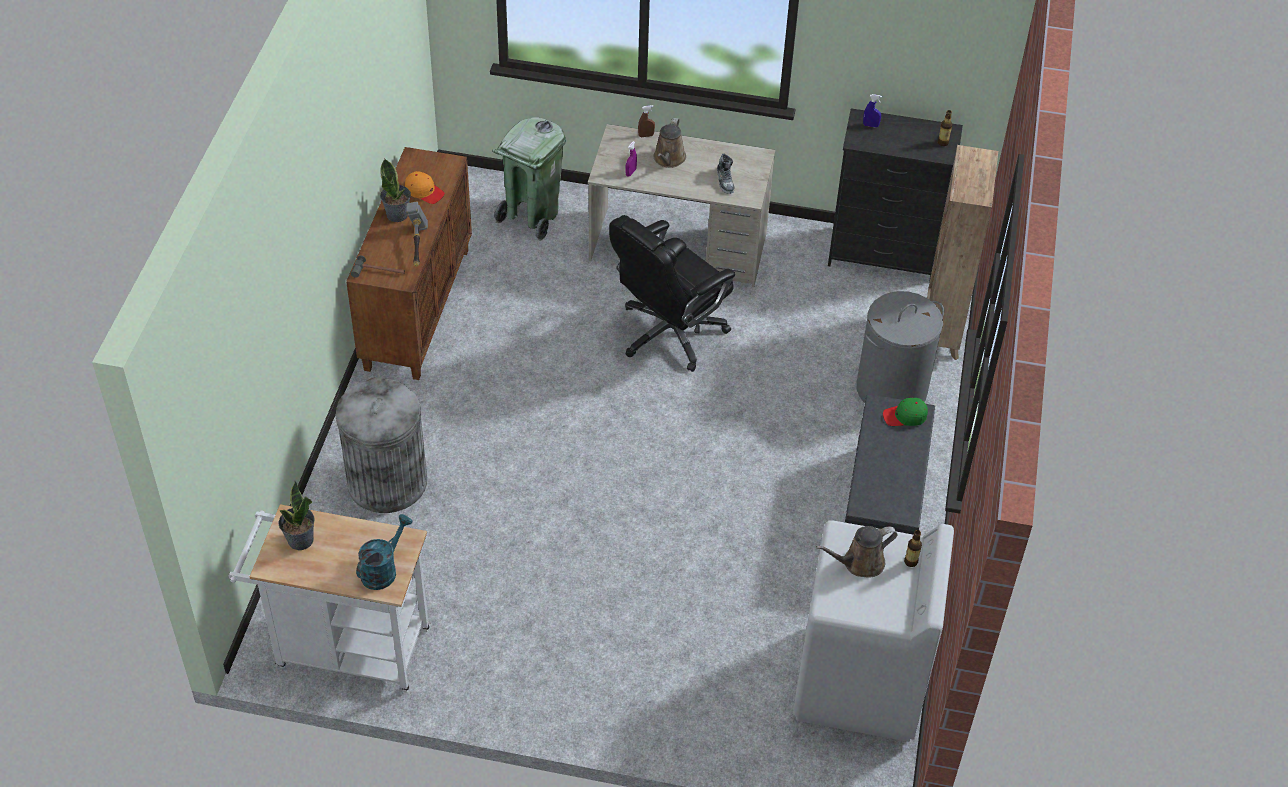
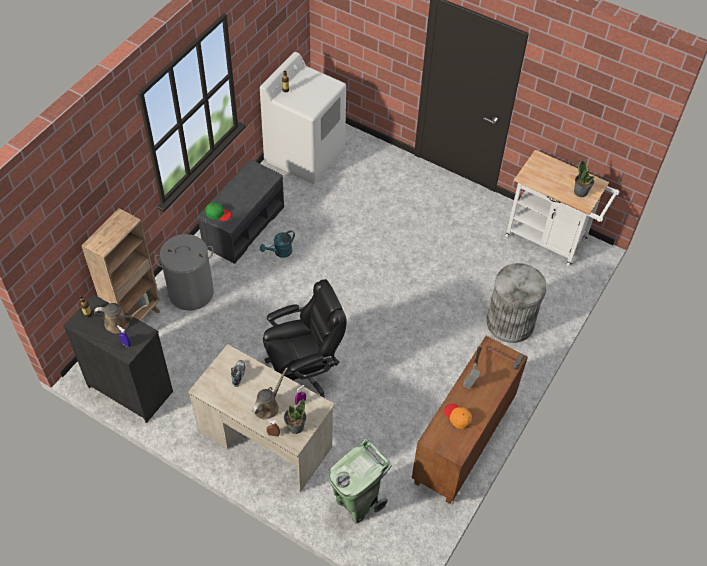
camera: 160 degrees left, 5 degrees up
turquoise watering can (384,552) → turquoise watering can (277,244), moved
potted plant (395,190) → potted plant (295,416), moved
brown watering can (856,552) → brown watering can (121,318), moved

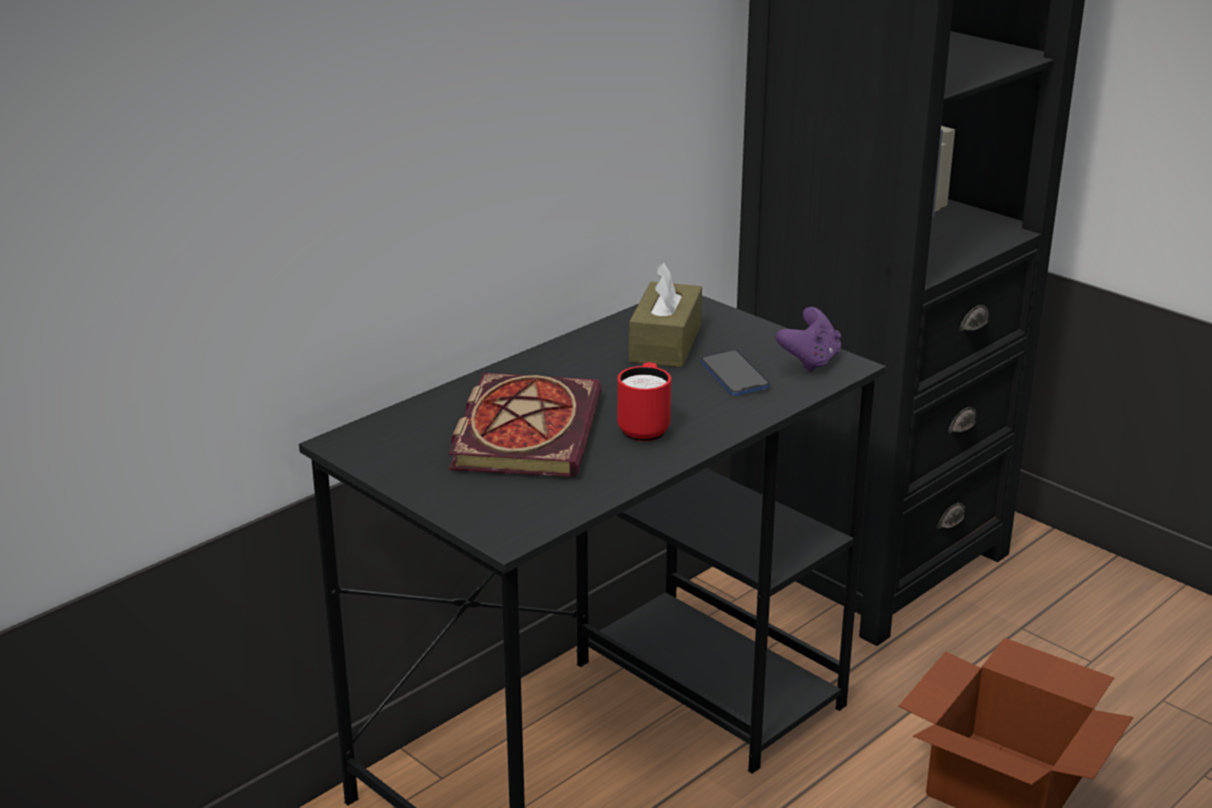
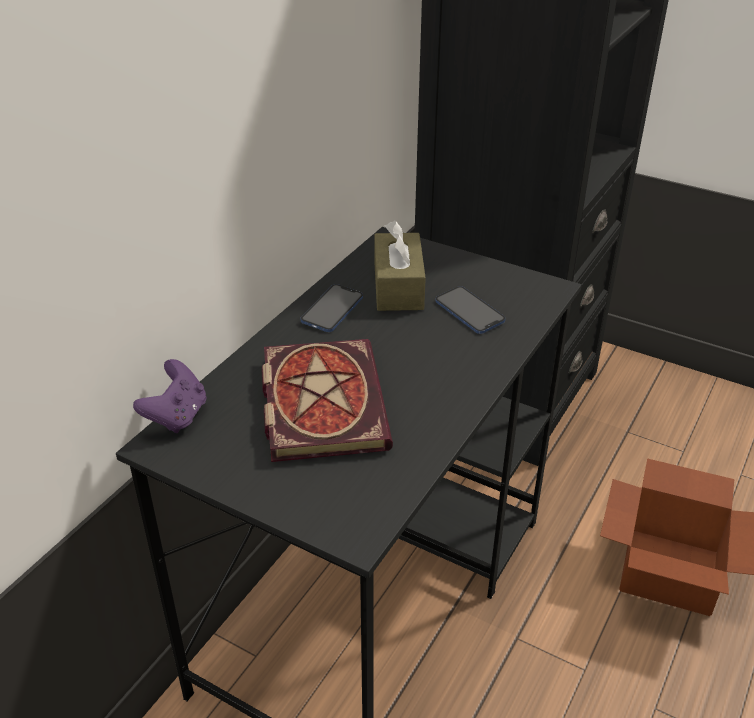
camera: 15 degrees left, 10 degrees up
red-coloured coffee mug (644,402) → -
- → handset (332,308)
purple-coloured joypad (808,339) → purple-coloured joypad (169,396), moved

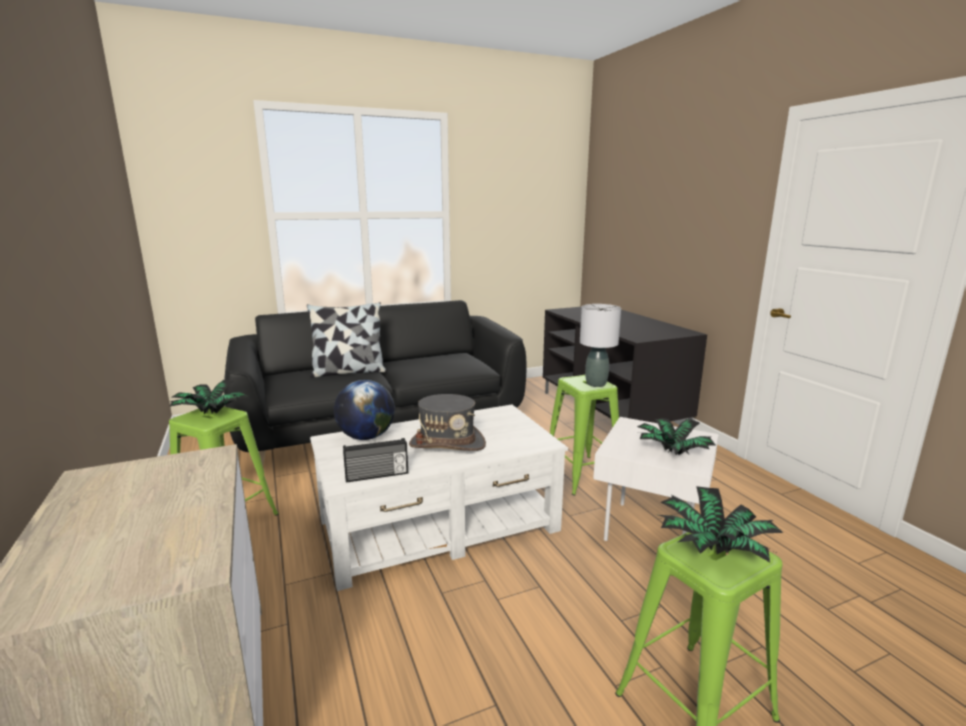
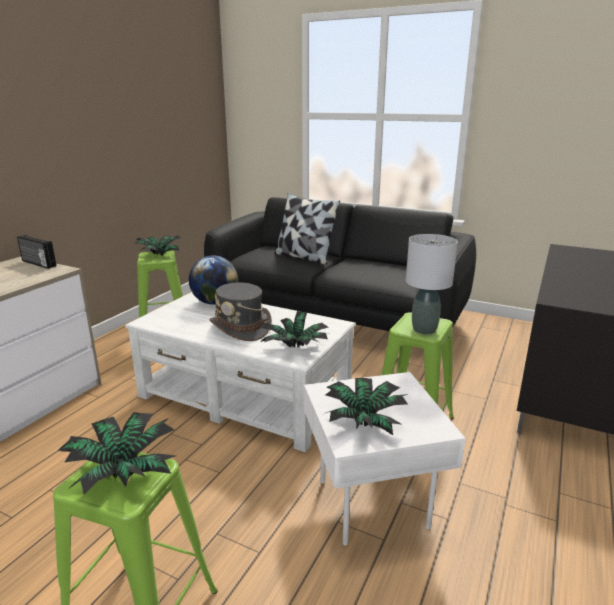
camera: 50 degrees right, 5 degrees up
- → potted plant (295,329)
radio set (375,460) → radio set (36,252), moved

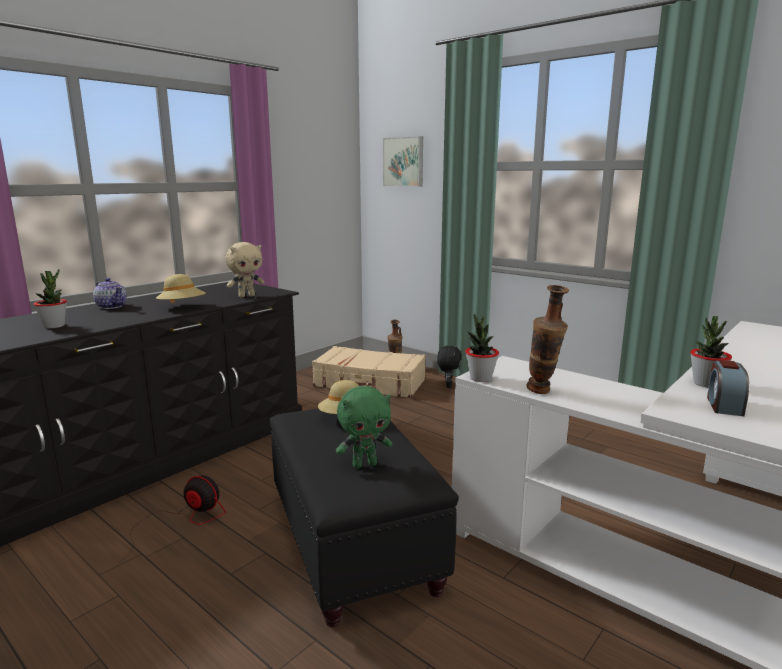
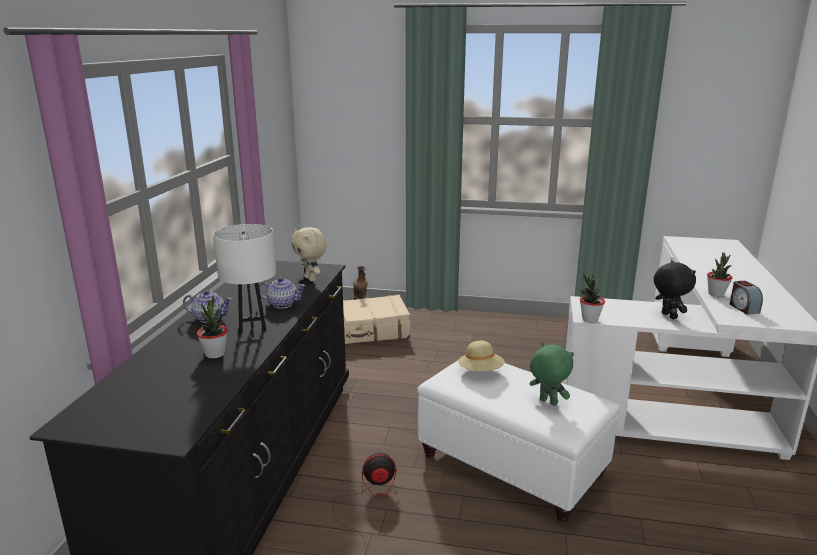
camera: 30 degrees left, 5 degrees up
wall picture (403,161) → -
vase (548,339) → -
- → white-coloured tabletop lamp (244,281)
black cuddly toy (449,367) → black cuddly toy (675,290), moved
sand-coloured wearable hat (181,288) → teapot (282,293)
black footrest (364,517) → white-coloured footrest (518,442)
sand-coloured cuddly toy (244,269) → sand-coloured cuddly toy (309,254), 120 degrees clockwise
green cuddly toy (364,427) → green cuddly toy (551,374), 90 degrees counterclockwise

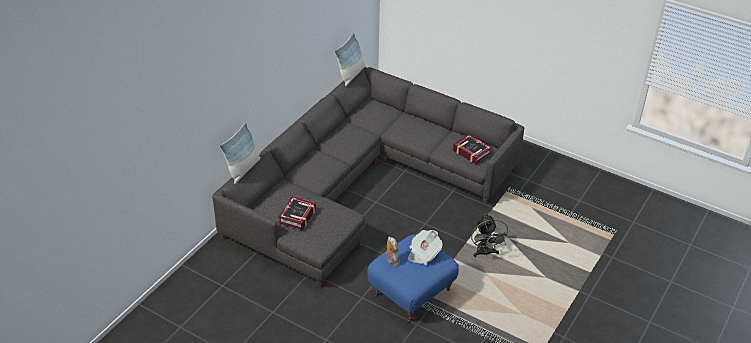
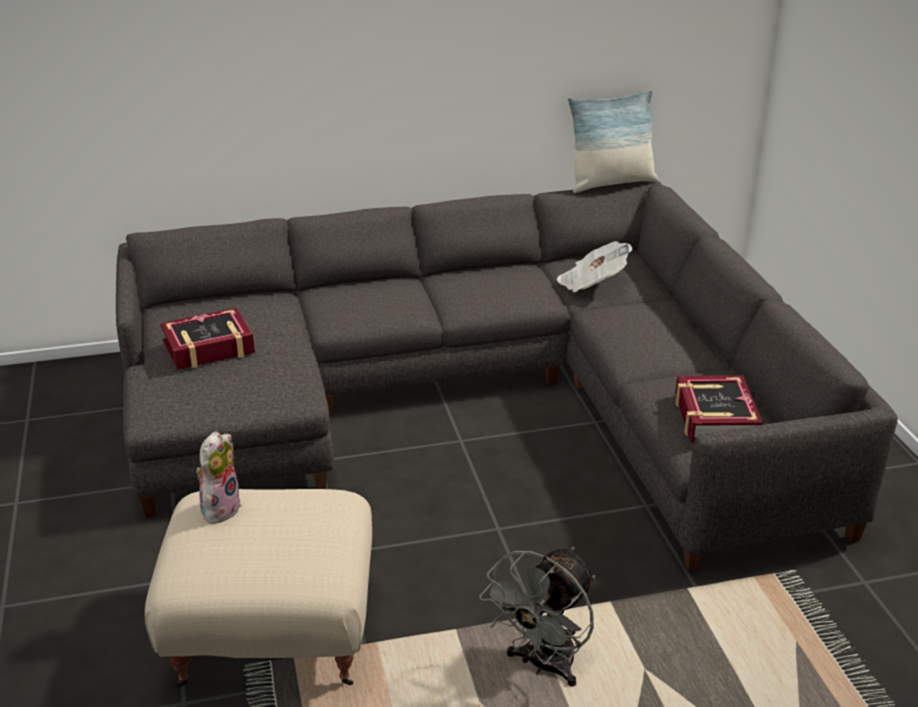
camera: 45 degrees right, 10 degrees down
pillow (240,153) → -
daily paper (425,247) → daily paper (595,267), moved
blue footrest (413,278) → sand-coloured footrest (258,588)

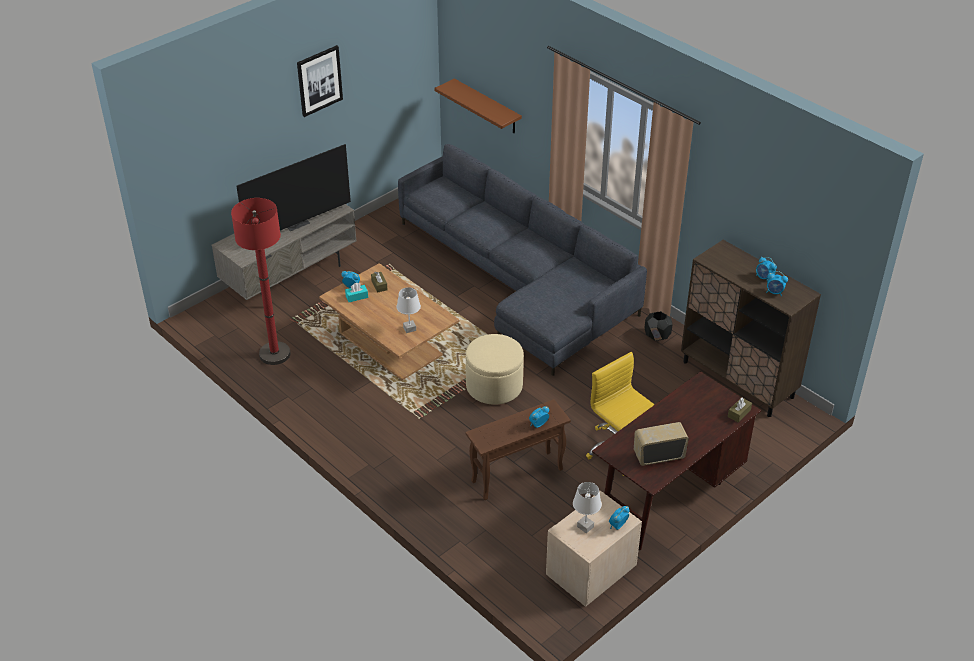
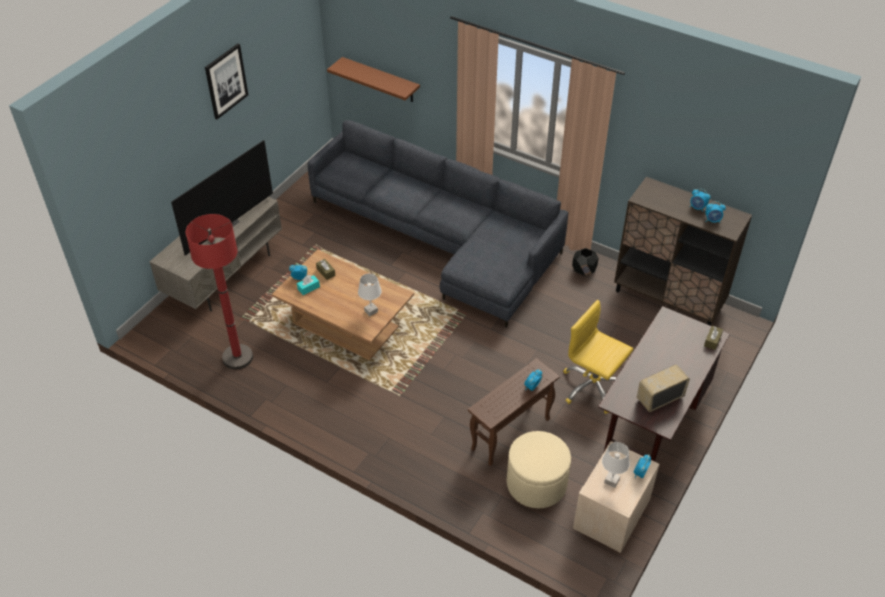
camera: 15 degrees left, 5 degrees up
sand-coloured footrest (495,369) → sand-coloured footrest (539,469), moved

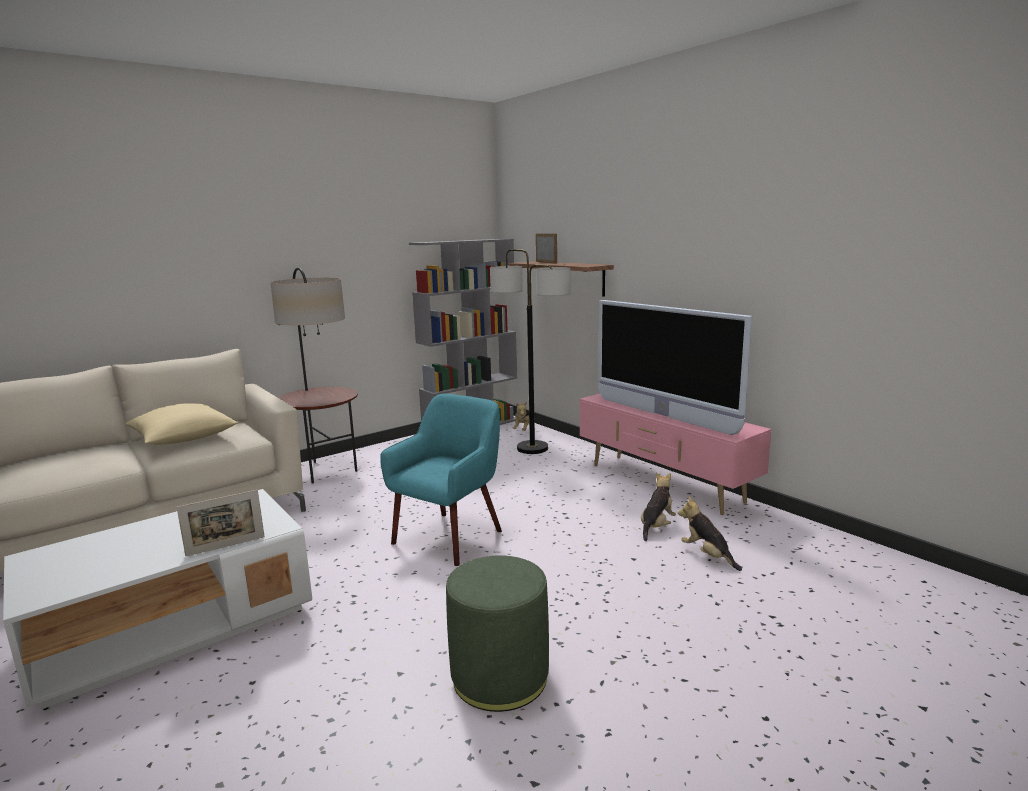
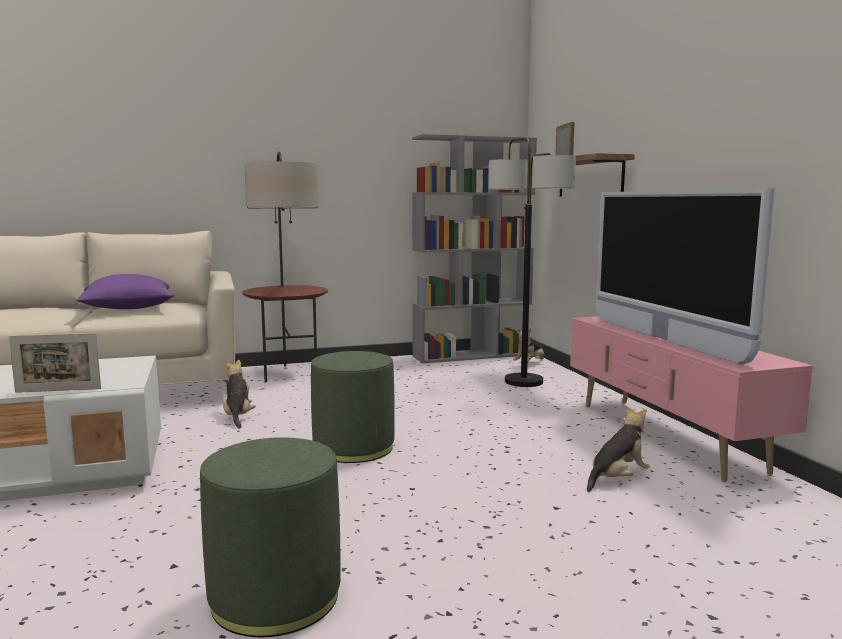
camera: 20 degrees right, 5 degrees down
cuddly toy (710,533) → cuddly toy (239,394), moved
turquoise easy chair (441,480) → green footrest (353,407)
sand-coloured pillow (181,424) → purple-coloured pillow (125,291)

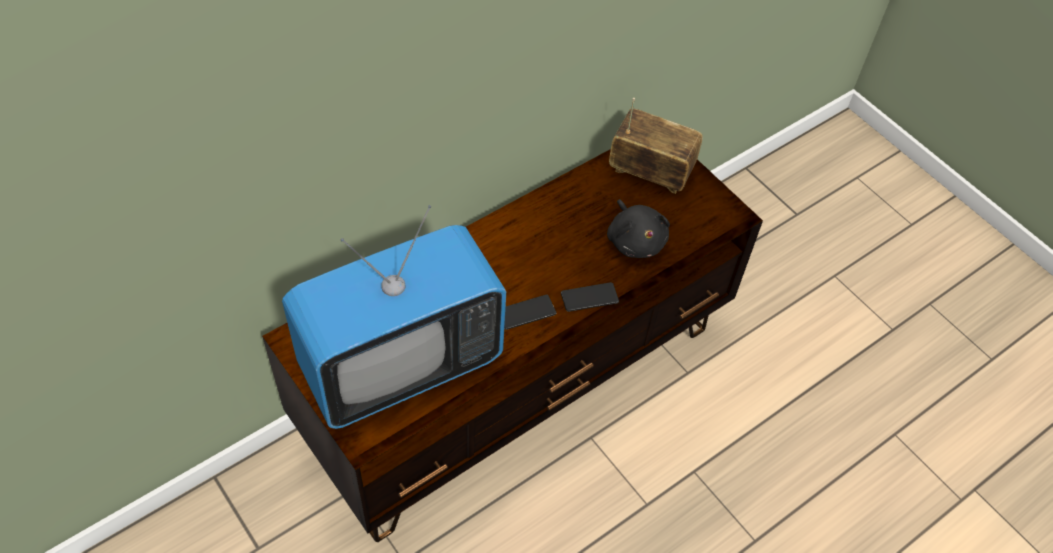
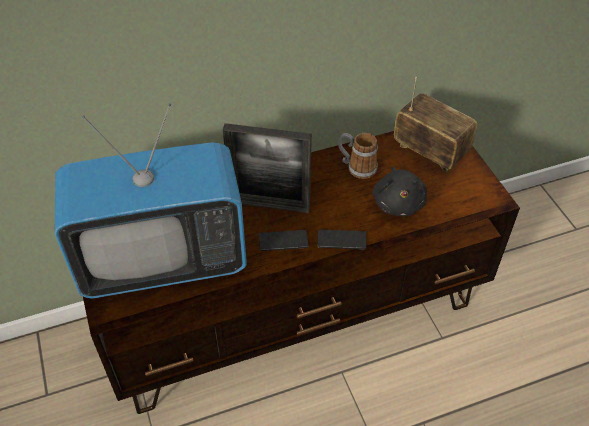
camera: 20 degrees right, 5 degrees down
- → picture frame (267,168)
- → coffee mug (358,156)

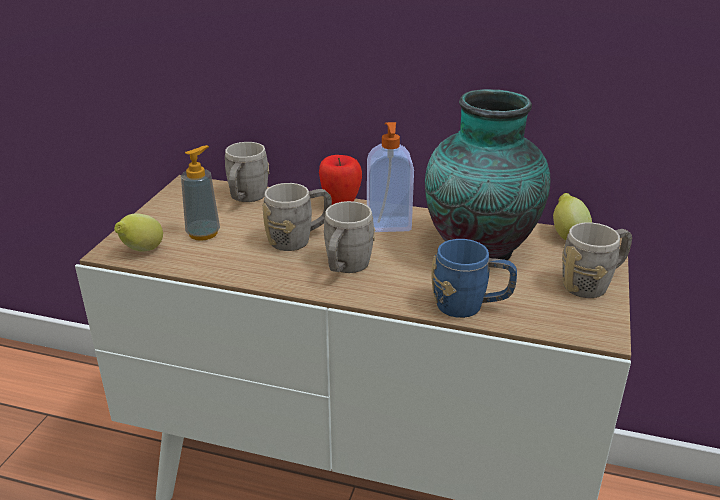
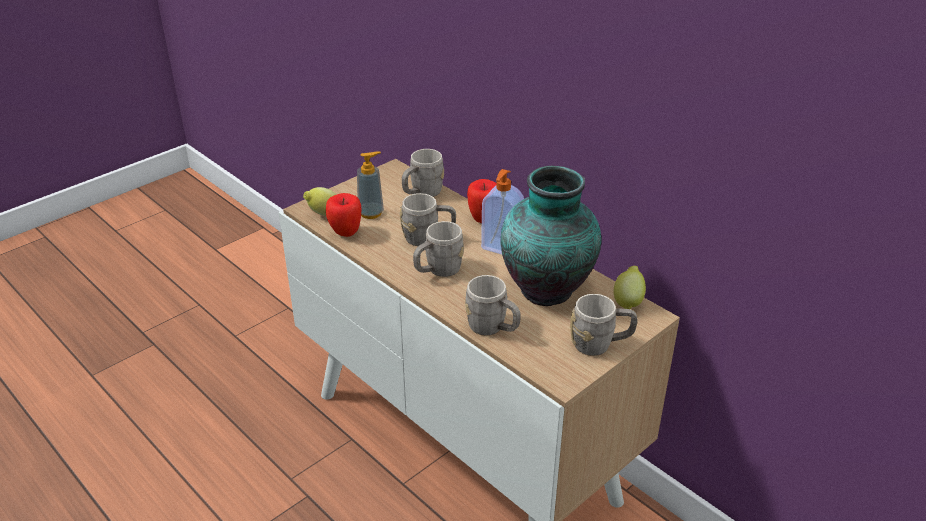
camera: 30 degrees right, 5 degrees up
- → apple fruit (343,215)
blue coffee mug (474,278) → grey coffee mug (492,305)

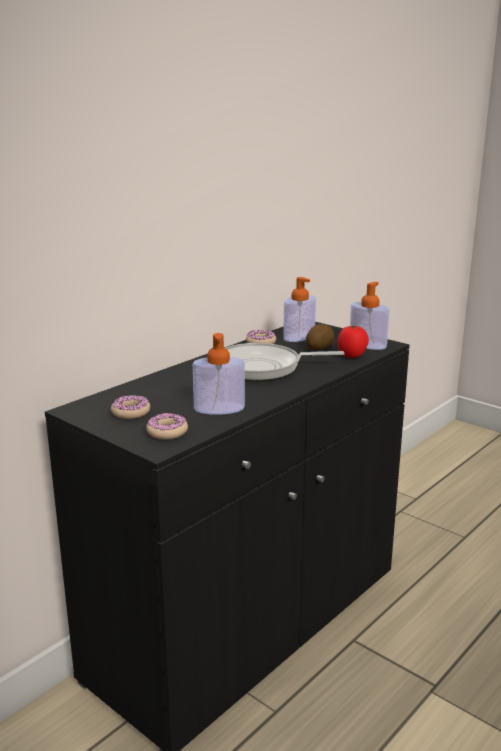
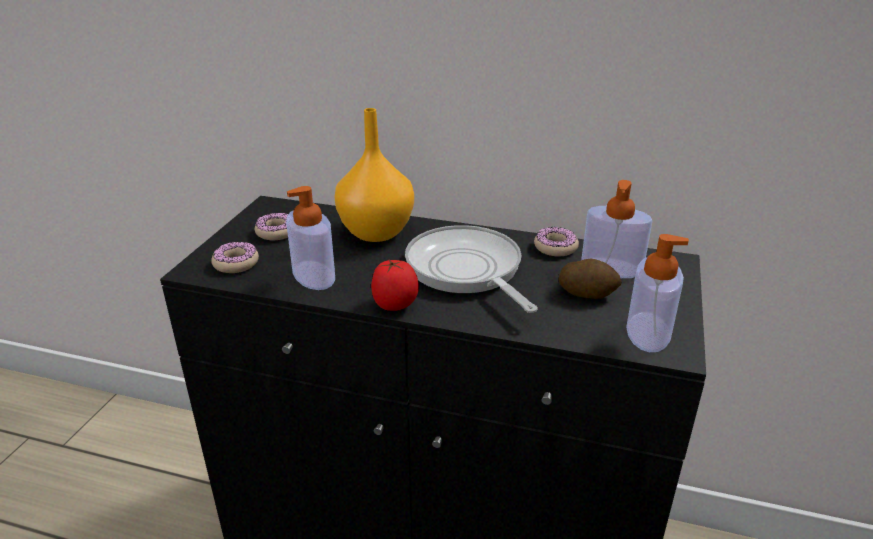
camera: 65 degrees right, 10 degrees up
- → orange vase (374,175)
tomato (353,342) → tomato (395,285), moved

